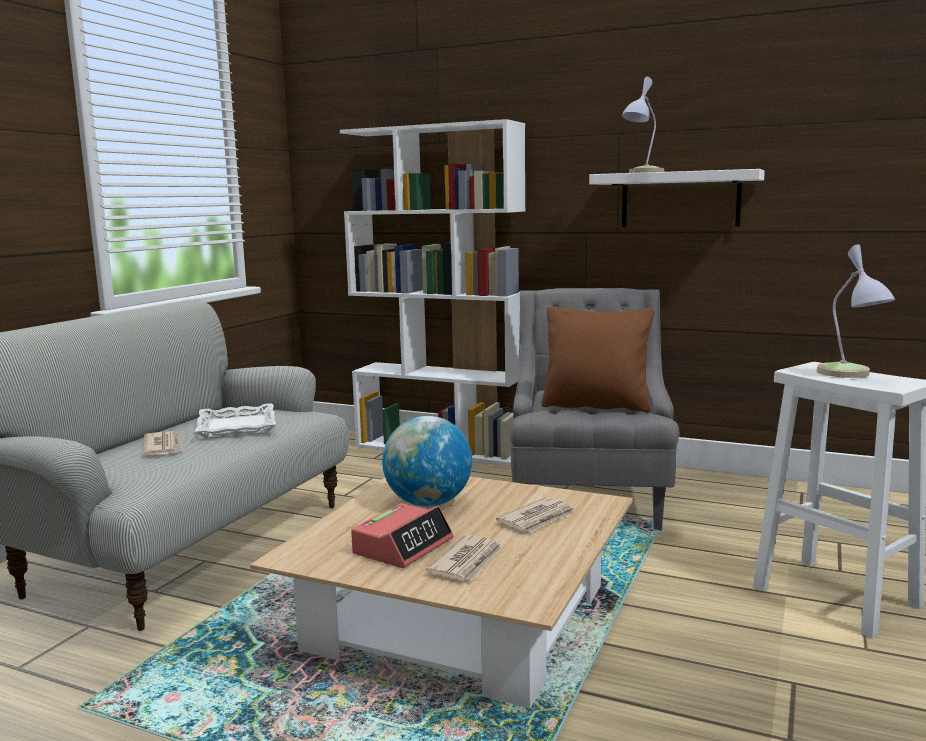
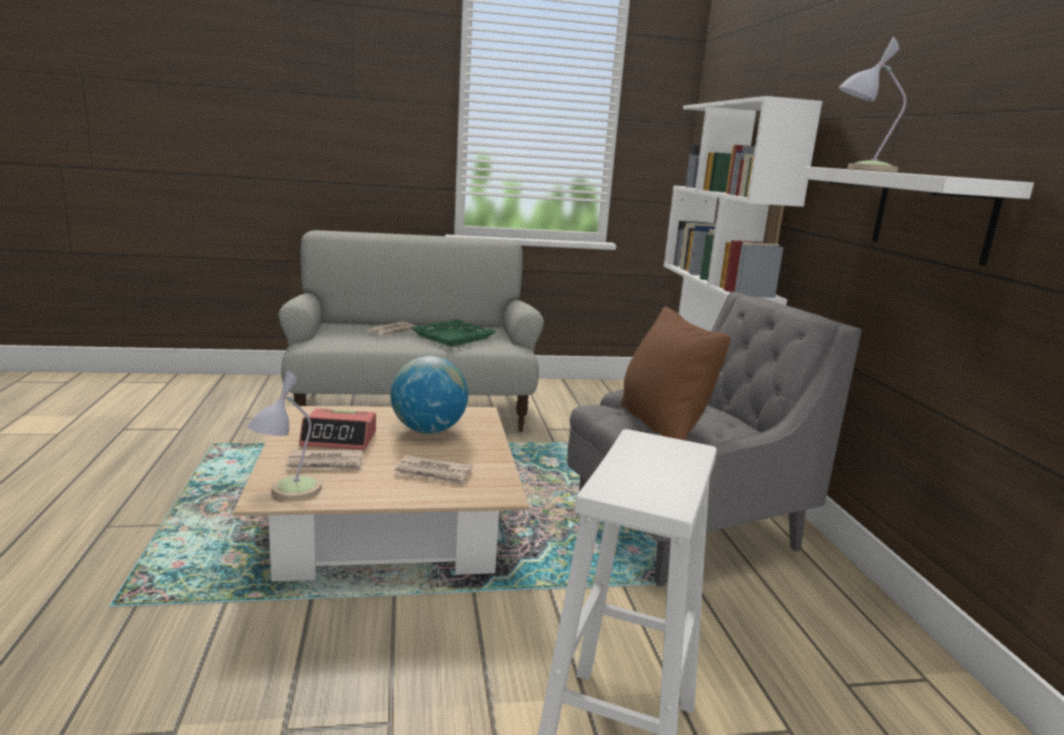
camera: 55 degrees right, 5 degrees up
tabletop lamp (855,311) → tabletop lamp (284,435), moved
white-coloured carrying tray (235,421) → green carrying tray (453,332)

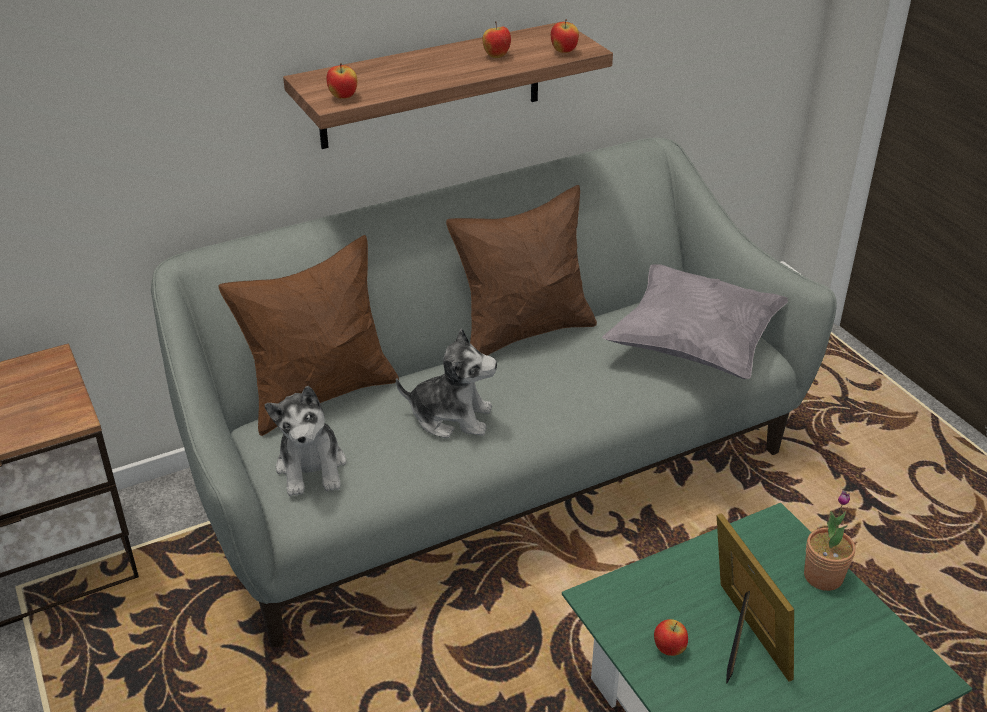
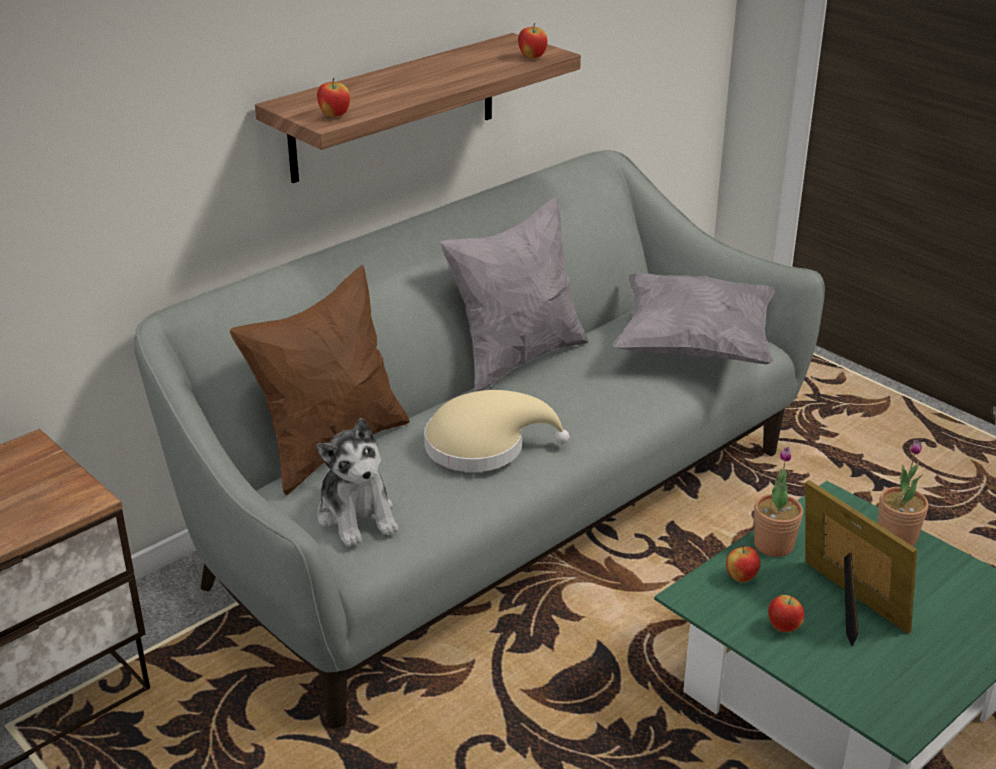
camera: 15 degrees left, 5 degrees down
- → potted plant (778,502)
apple fruit (497,39) → apple fruit (743,563), moved
cuddly toy (446,383) → sand-coloured wearable hat (497,431)
brown pillow (521,270) → grey pillow (514,294)

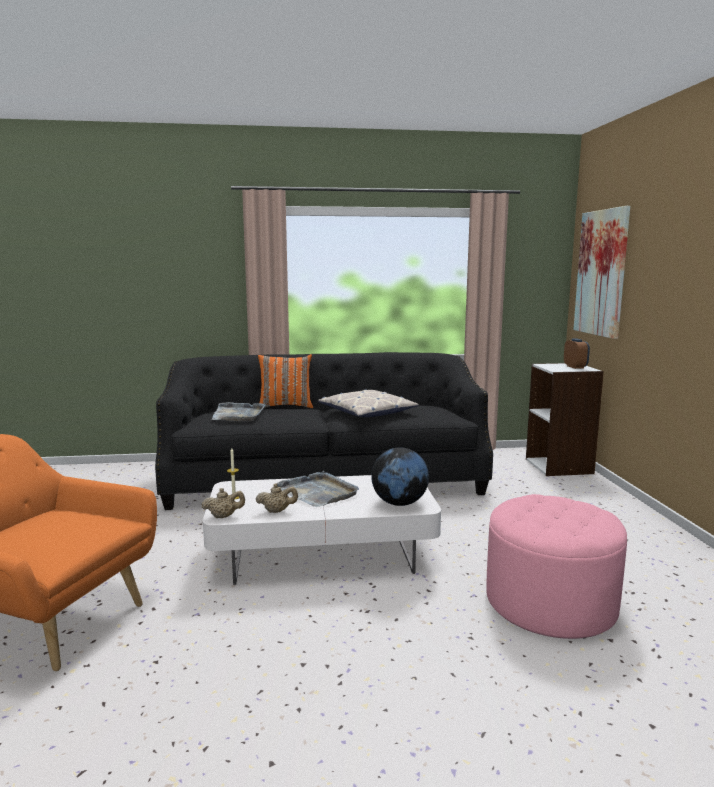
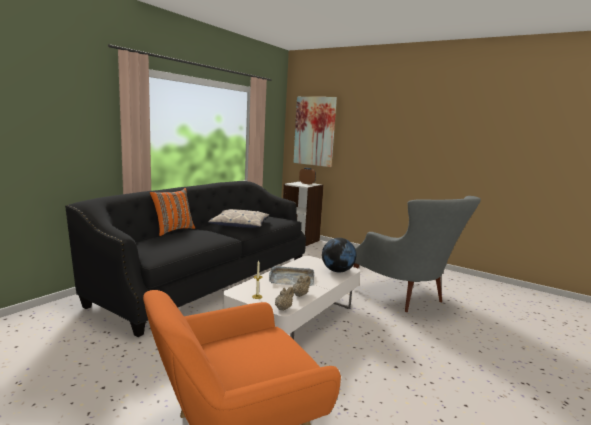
camera: 50 degrees left, 0 degrees up
grey carrying tray (238,411) → -
pink footrest (556,566) → grey easy chair (417,254)

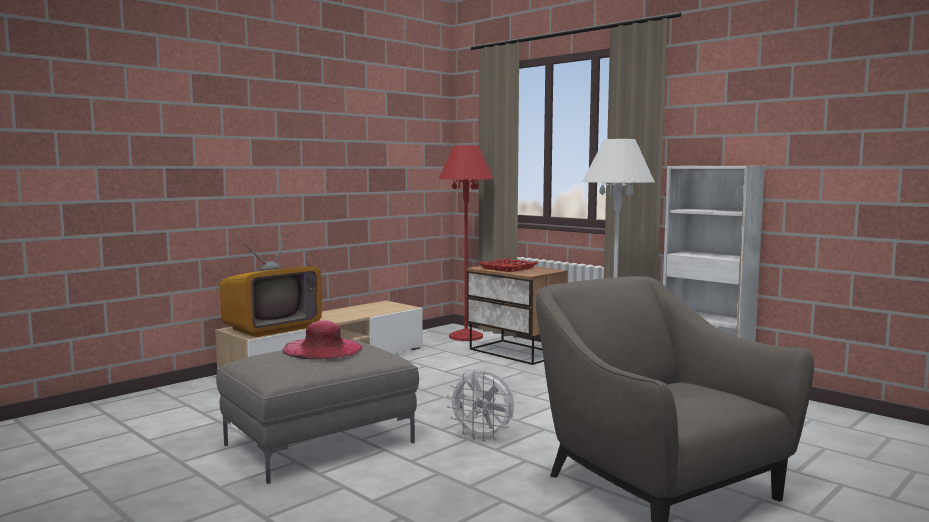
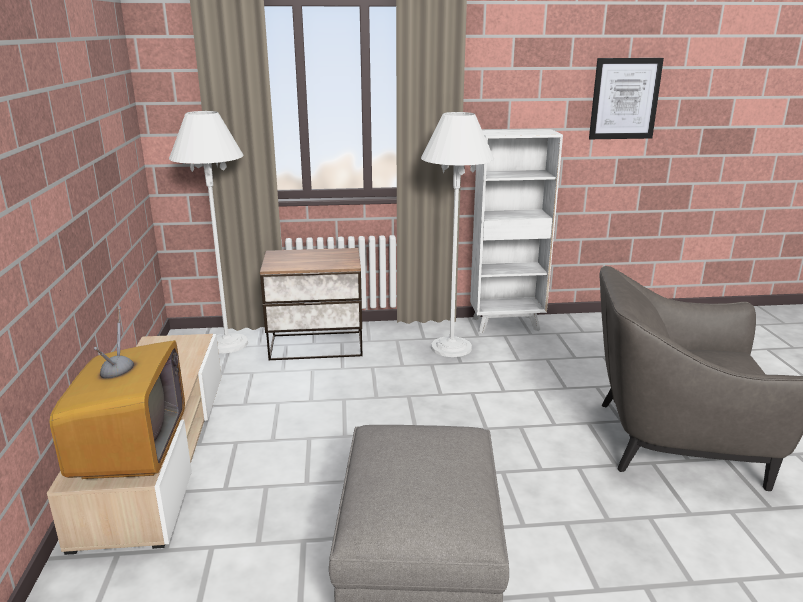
camera: 50 degrees left, 15 degrees up
pink wearable hat (322,339) → -
white-coloured electric fan (480,405) → -
red-coloured carrying tray (508,265) → -
- → wall picture (626,98)
red-coloured standard lamp (466,243) → white-coloured standard lamp (208,232)

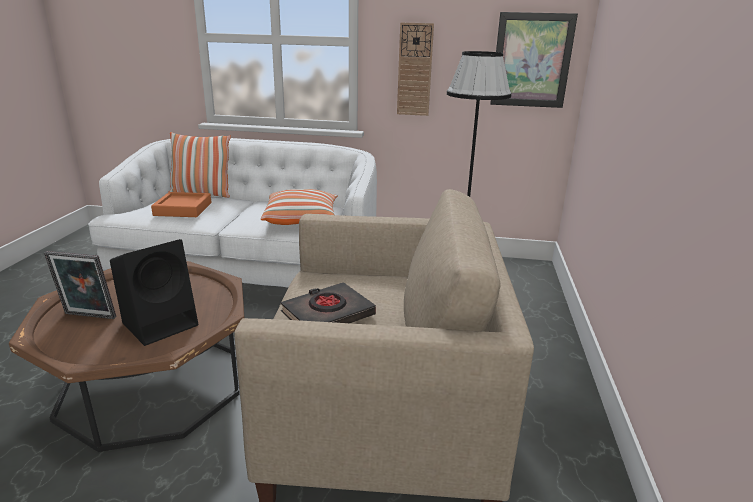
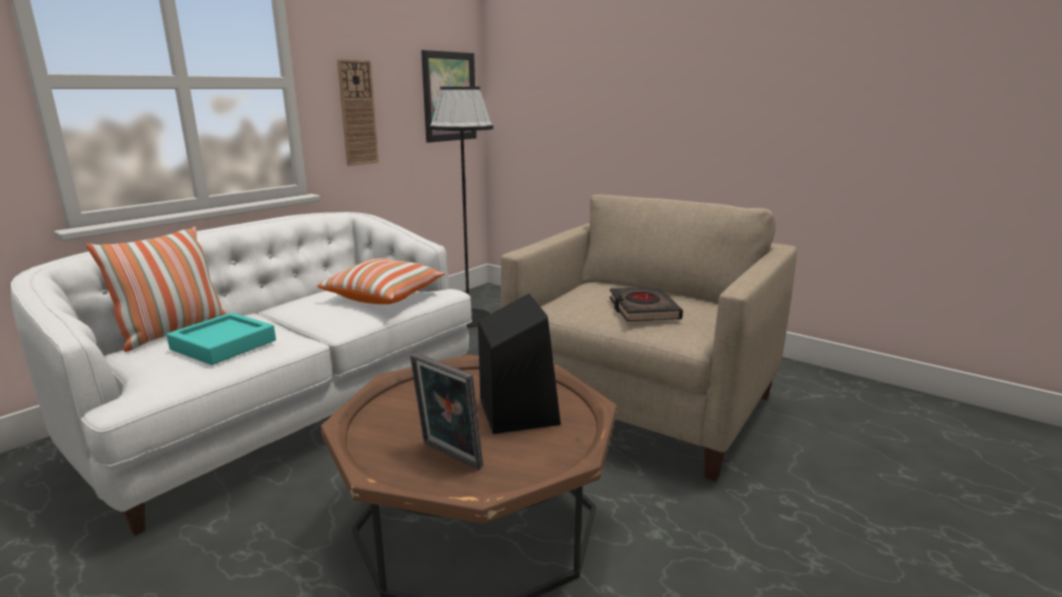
camera: 60 degrees left, 5 degrees down
orange carrying tray (181,204) → turquoise carrying tray (221,339)
picture frame (80,285) → picture frame (446,411), 90 degrees clockwise

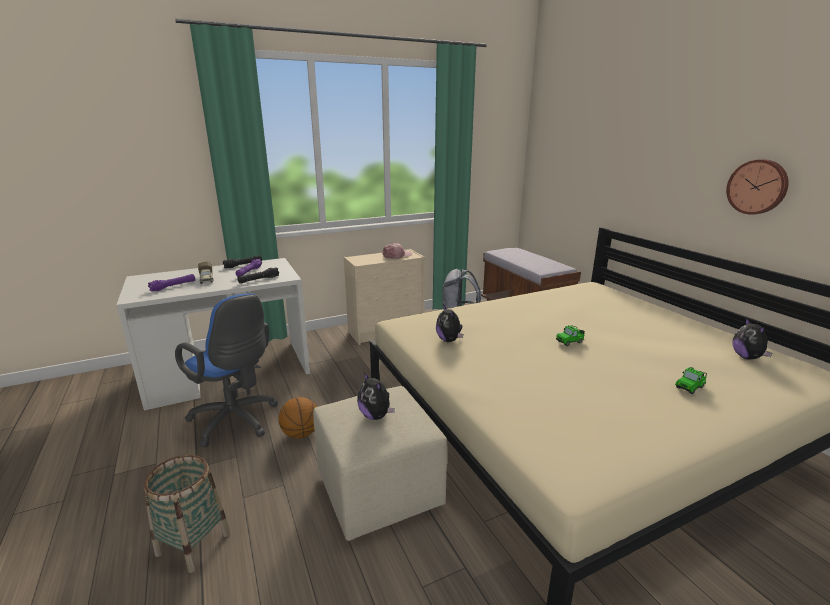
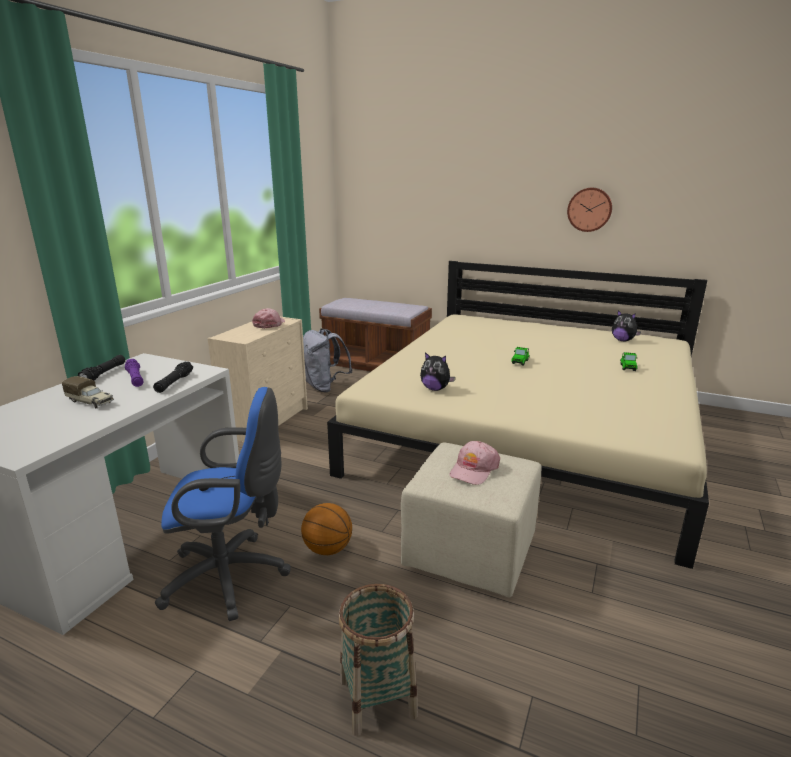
camera: 40 degrees left, 0 degrees up
purple-coloured torch (171,283) → -
cuddly toy (376,396) → pink peaked cap (475,463)

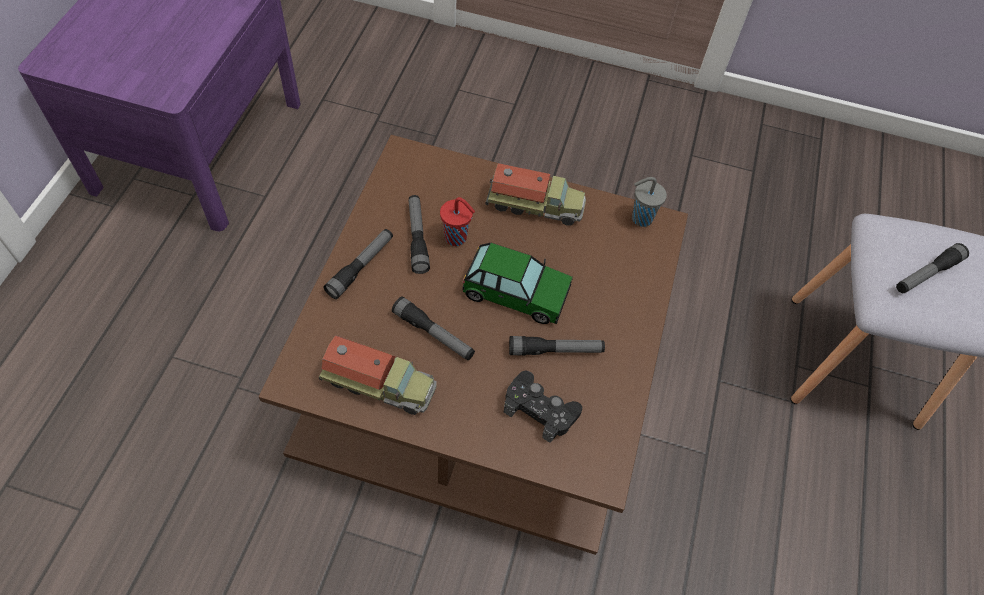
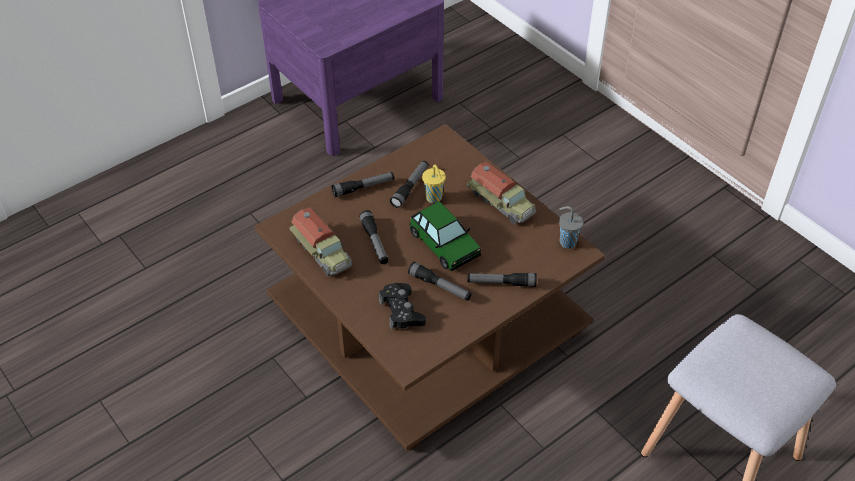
camera: 40 degrees right, 10 degrees down
torch (932,268) → torch (502,280), moved
red-coloured drinking cup (457,221) → yellow drinking cup (434,184)

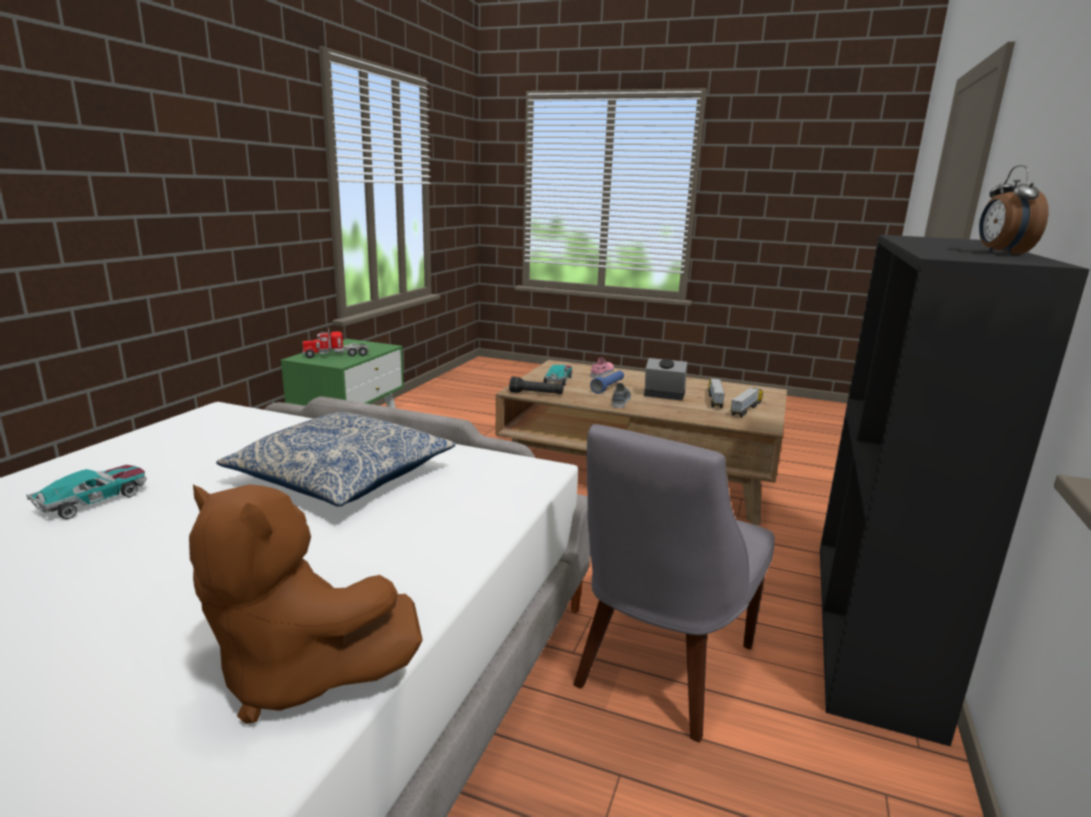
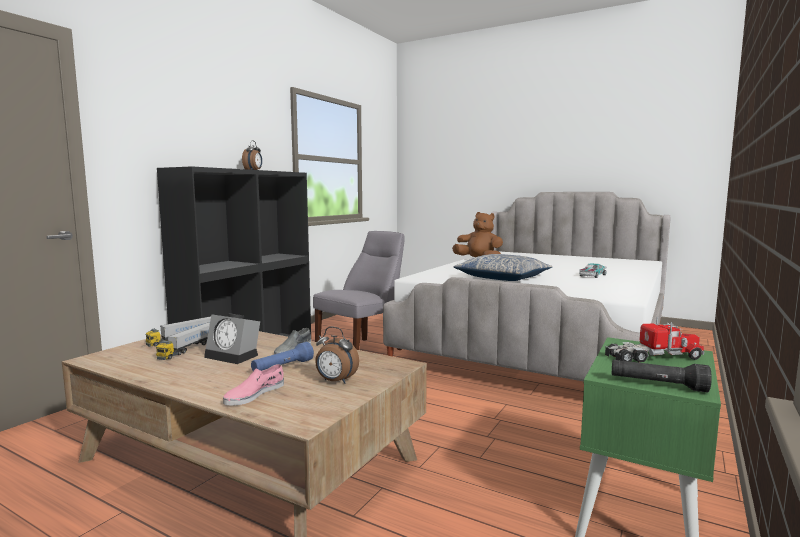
camera: 170 degrees left, 10 degrees down
black torch (536,385) → black torch (662,376), moved
model car (558,375) → bedside clock (337,355)

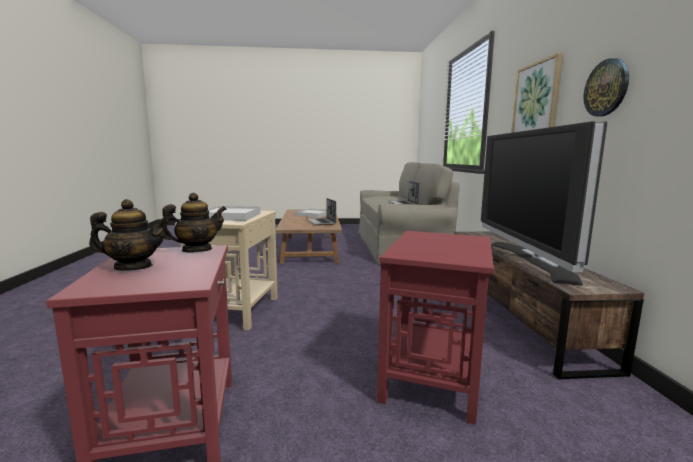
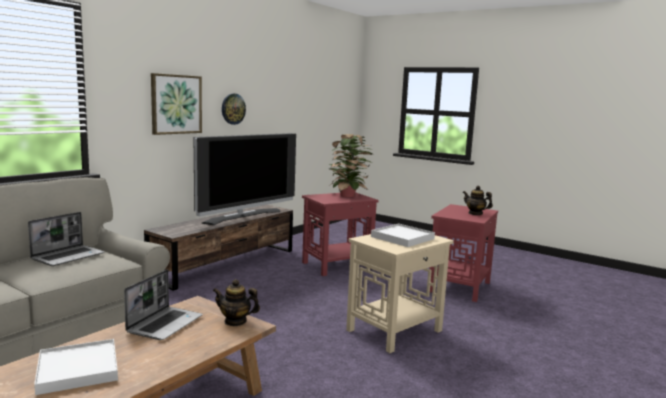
camera: 140 degrees left, 0 degrees up
- → potted plant (351,165)
teapot (194,222) → teapot (236,302), moved

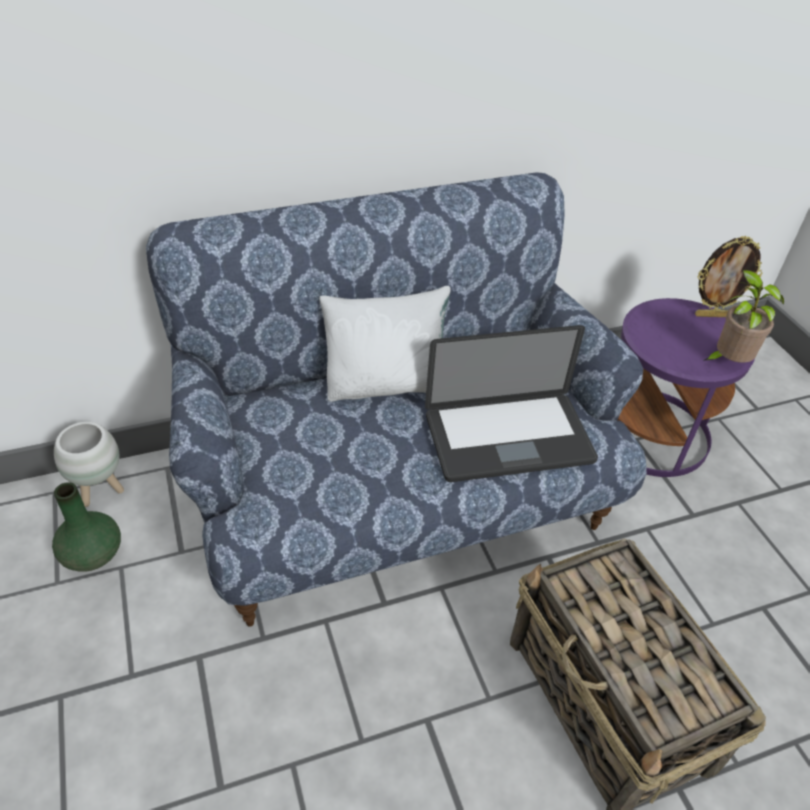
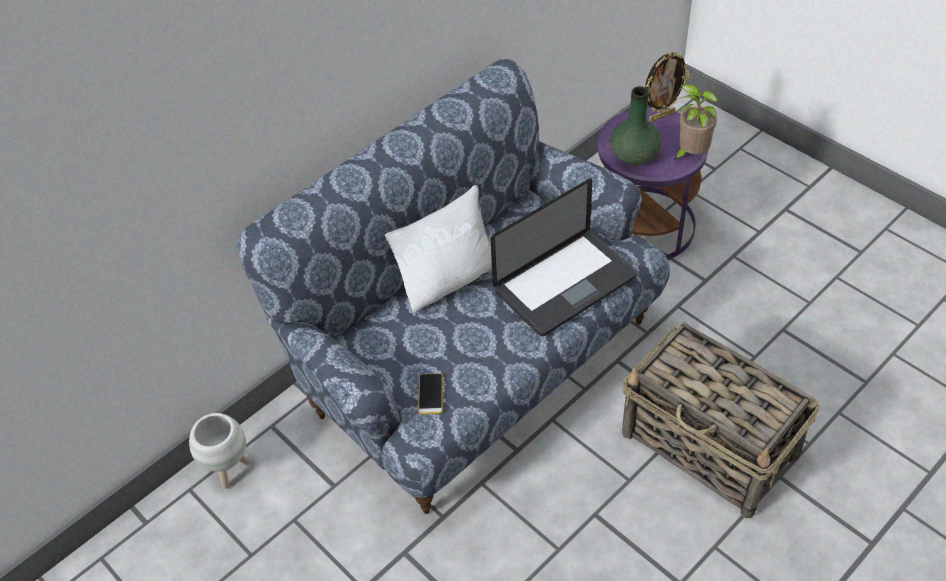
camera: 20 degrees left, 5 degrees up
- → handset (430,394)
green vase (86,527) → green vase (636,125), moved

